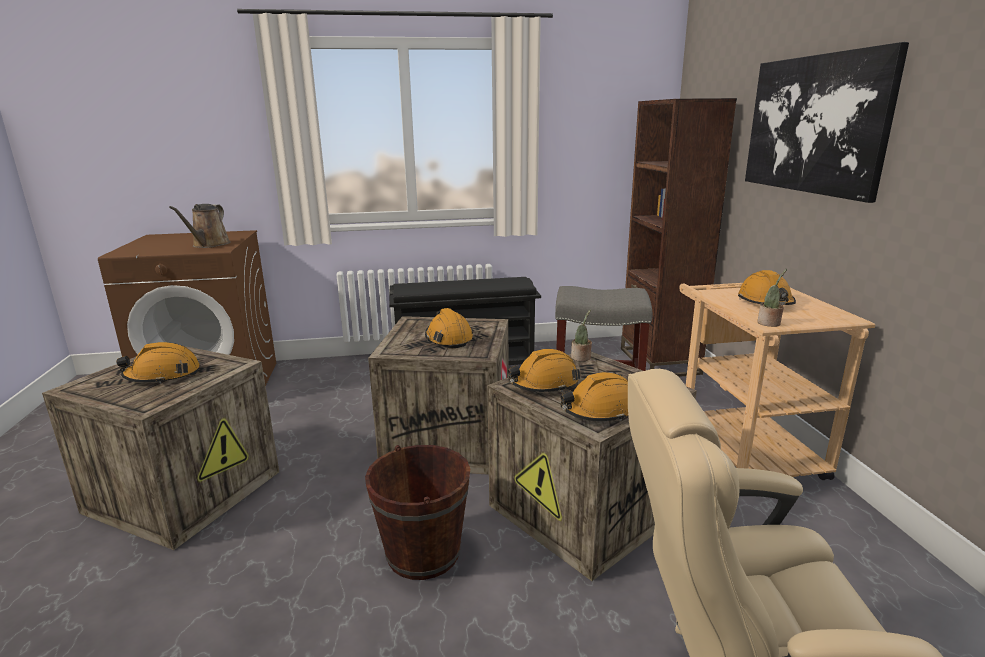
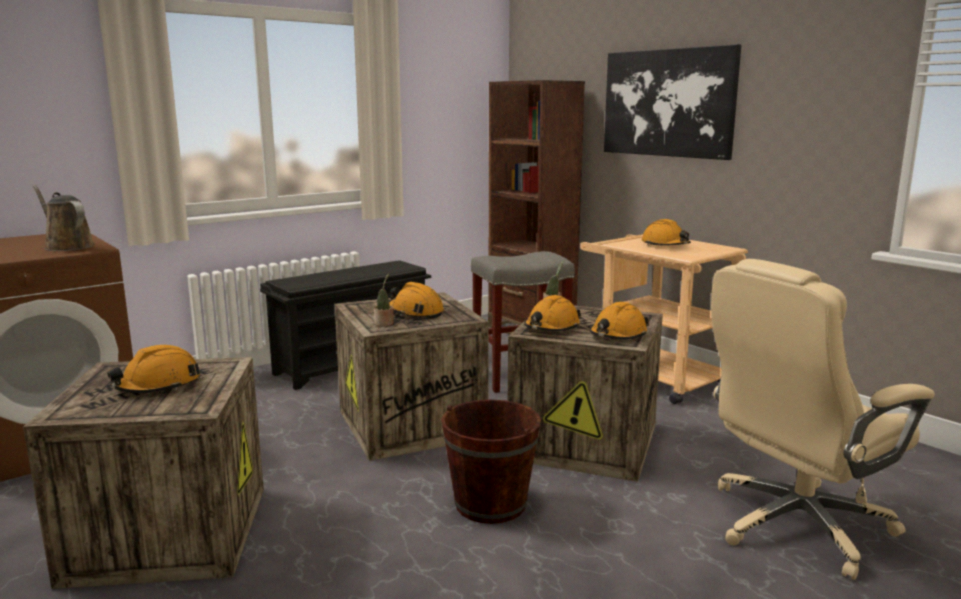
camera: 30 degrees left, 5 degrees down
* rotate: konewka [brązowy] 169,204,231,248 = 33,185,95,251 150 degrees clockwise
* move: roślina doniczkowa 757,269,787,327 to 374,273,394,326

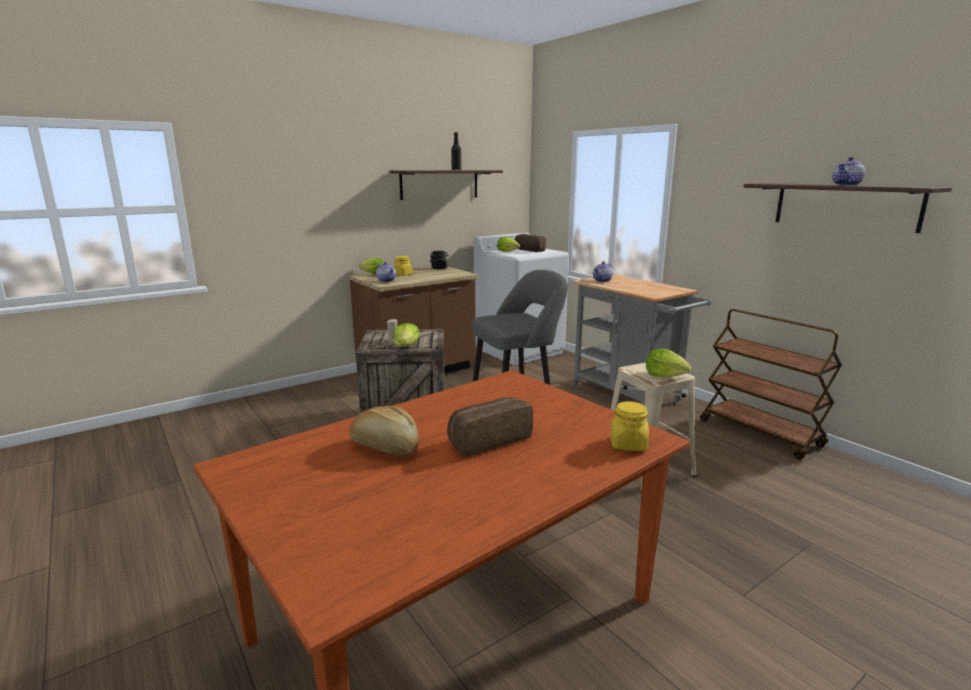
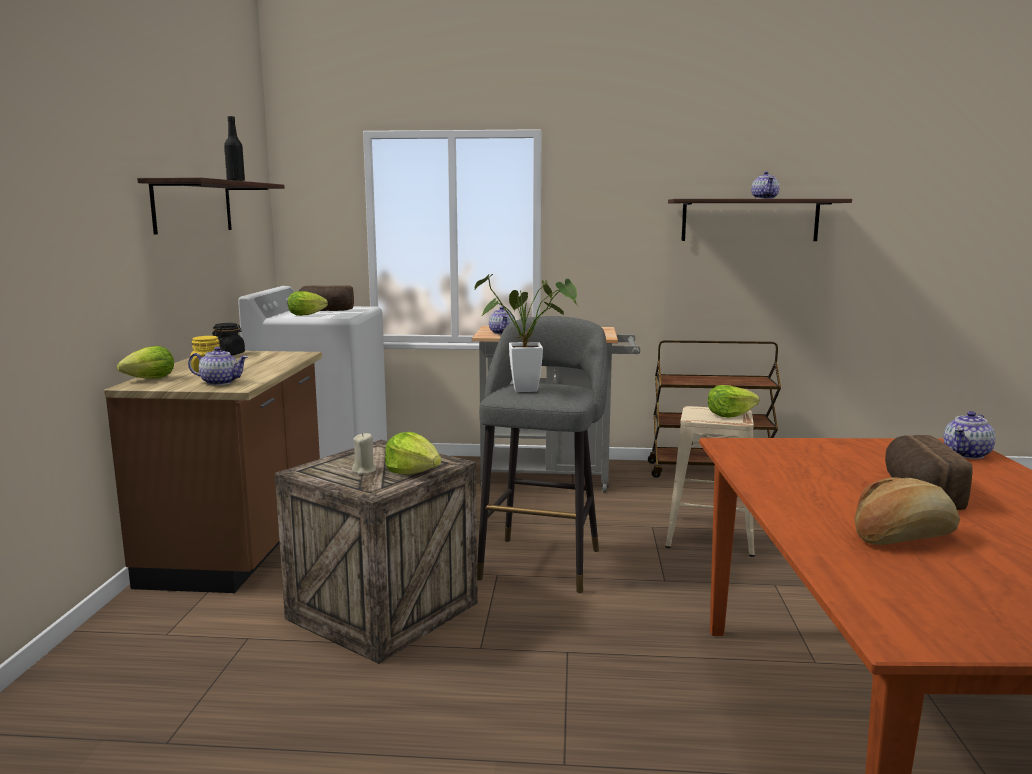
camera: 50 degrees left, 5 degrees down
* replace: słoik [żółty] 611,401,649,451 to imbryk 943,411,996,459
* insert: roślina doniczkowa 475,274,578,392

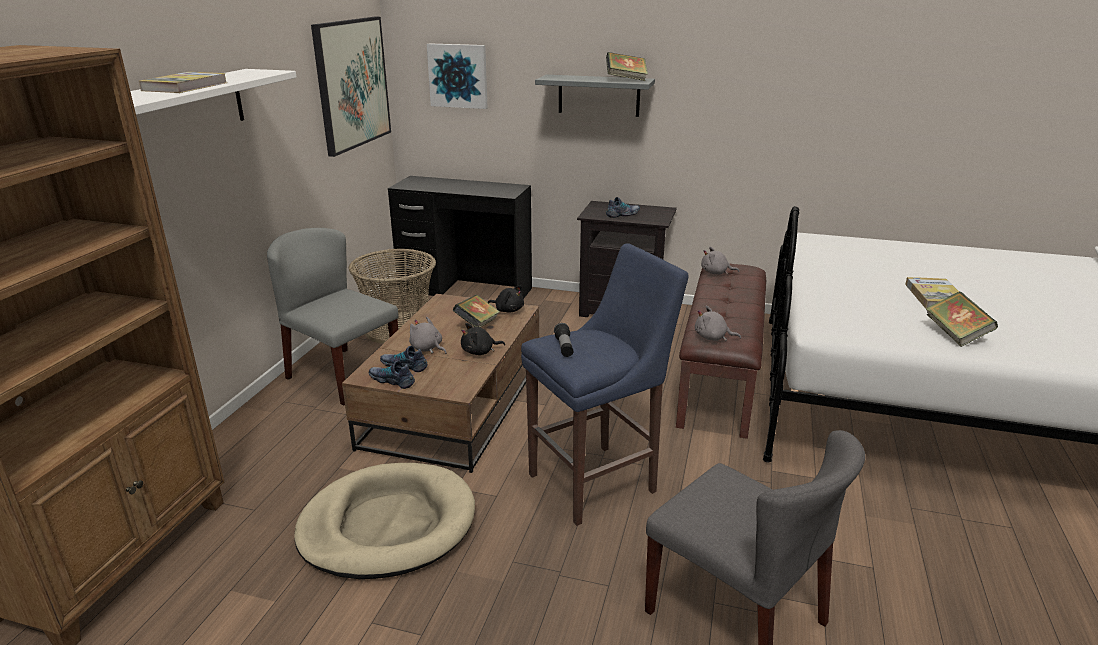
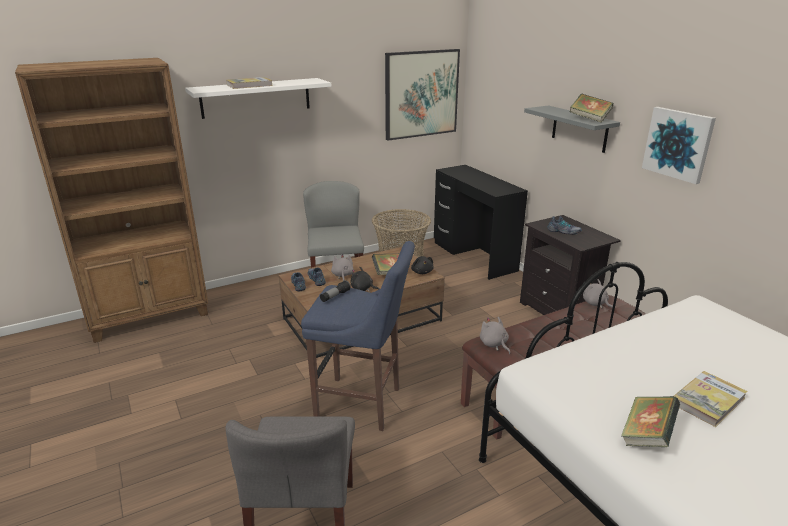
camera: 45 degrees right, 0 degrees up
* delete: legowisko [beżowy] 294,463,475,579
* move: obraz 427,43,488,109 to 642,107,716,184

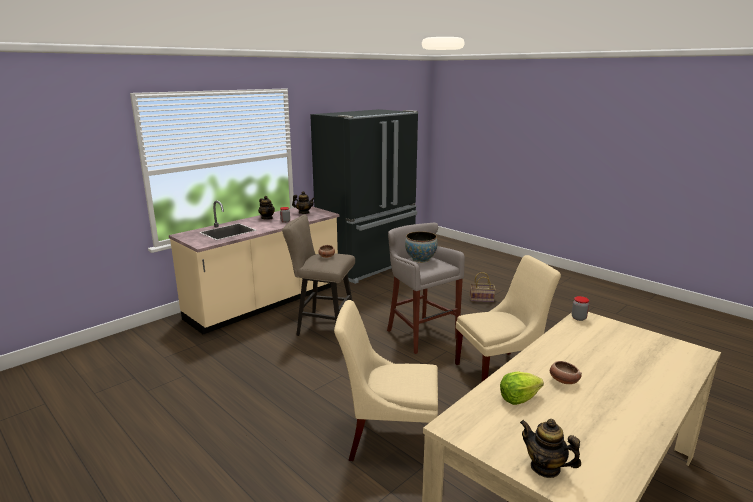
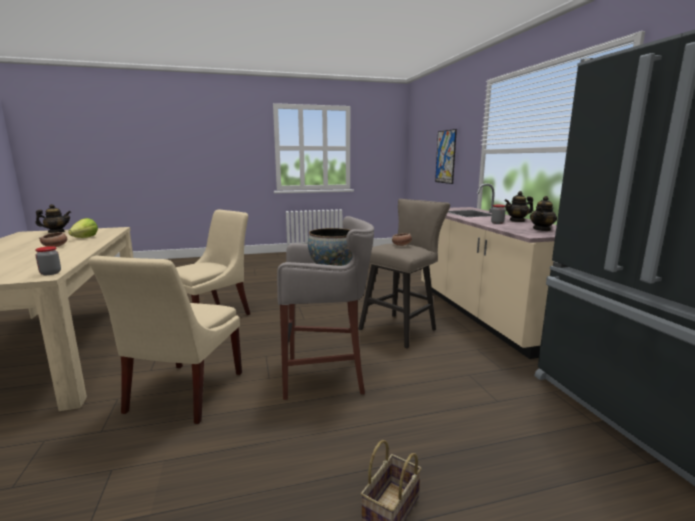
camera: 120 degrees right, 5 degrees down
* insert: obraz 435,129,457,184

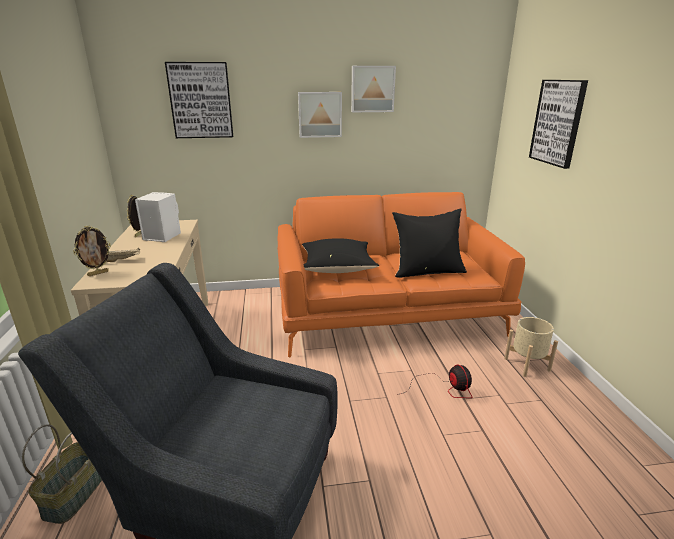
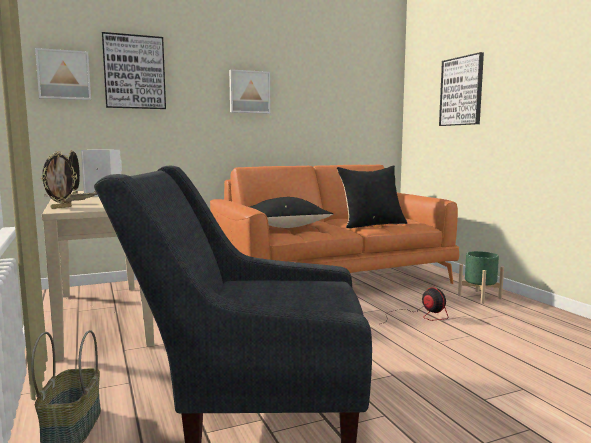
camera: 15 degrees left, 15 degrees down
* move: obraz 351,66,396,112 to 35,48,91,100
* recolor: donica [beżowy] 504,317,558,377 to donica [zielony] 458,251,504,304

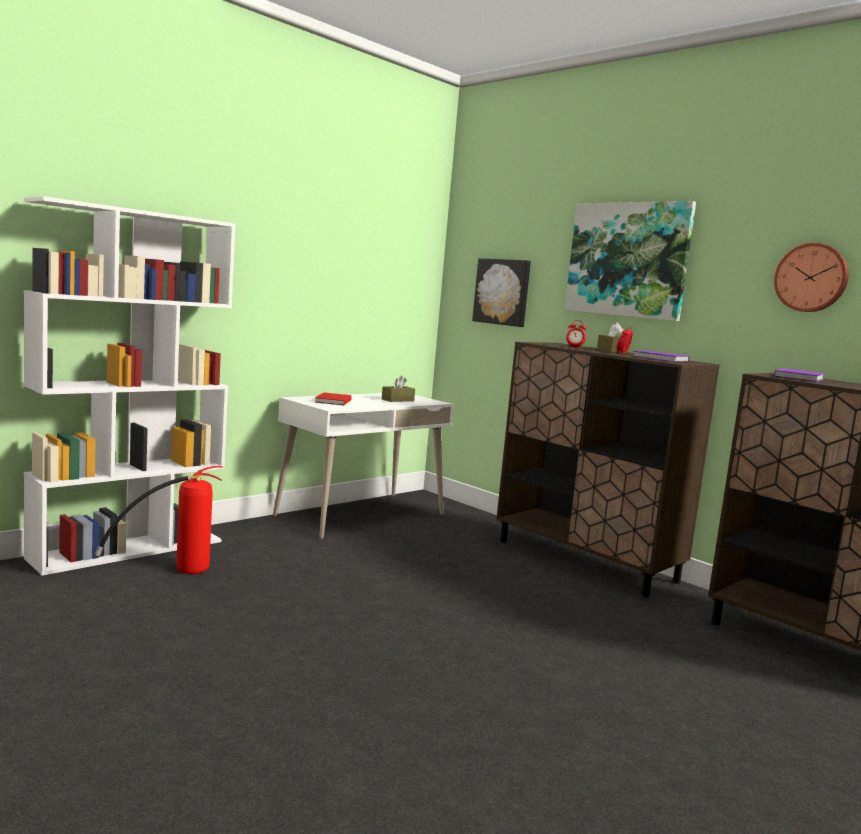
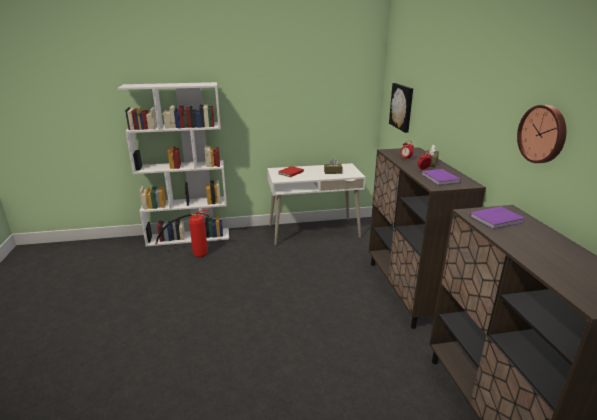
camera: 35 degrees right, 15 degrees up
* delete: obraz 564,201,696,321

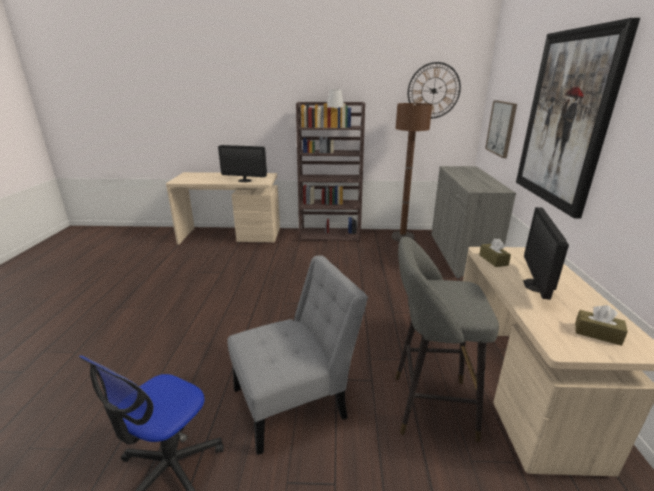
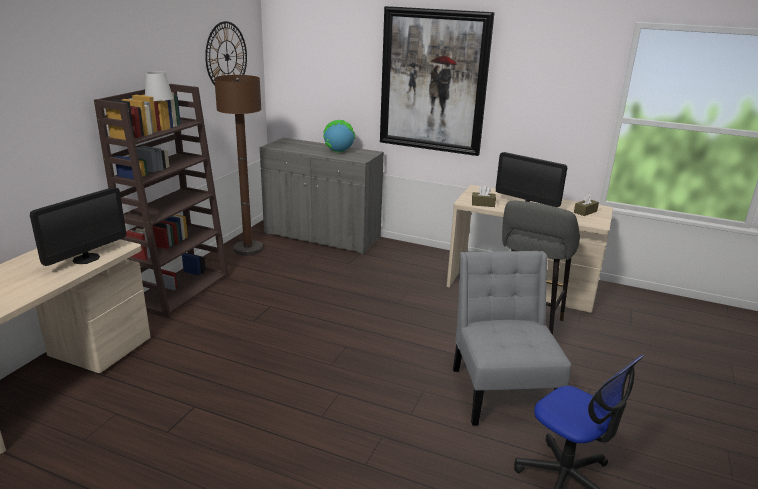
camera: 70 degrees left, 0 degrees up
* delete: obraz 485,100,517,158
* insert: globus 323,120,355,152

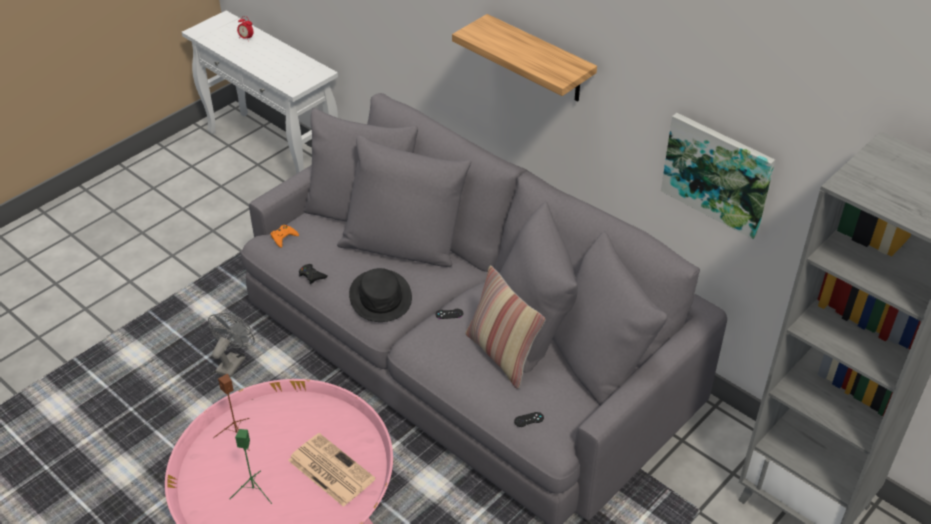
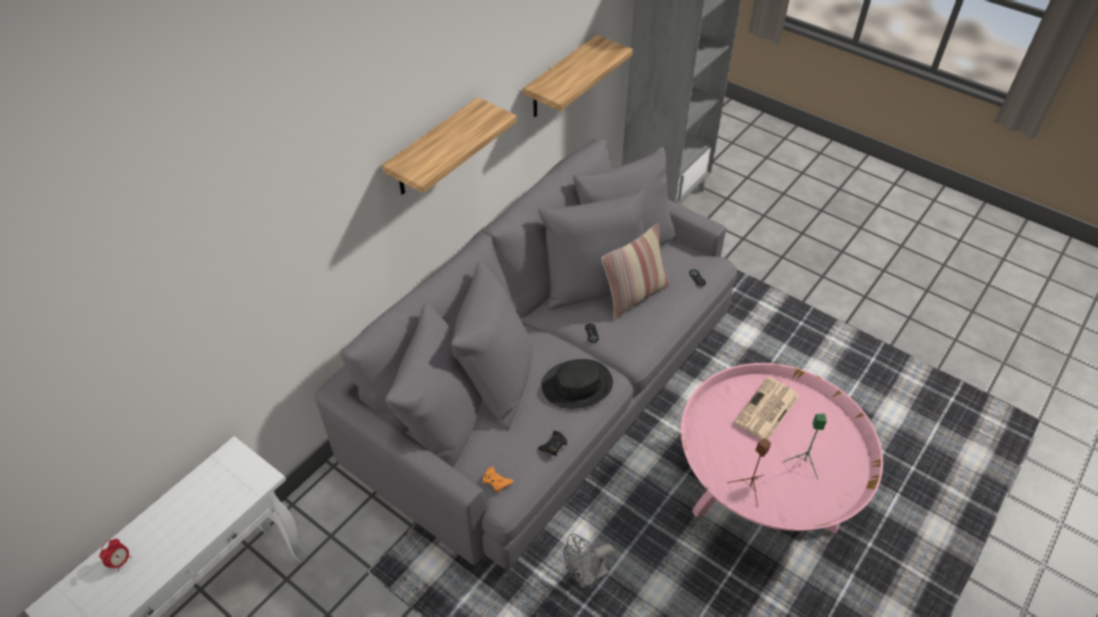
camera: 95 degrees left, 5 degrees up
* rotate: wentylator [szary] 208,313,255,378 = 564,534,613,588 45 degrees counterclockwise
* replace: obraz 661,113,775,239 to półka 523,35,633,117

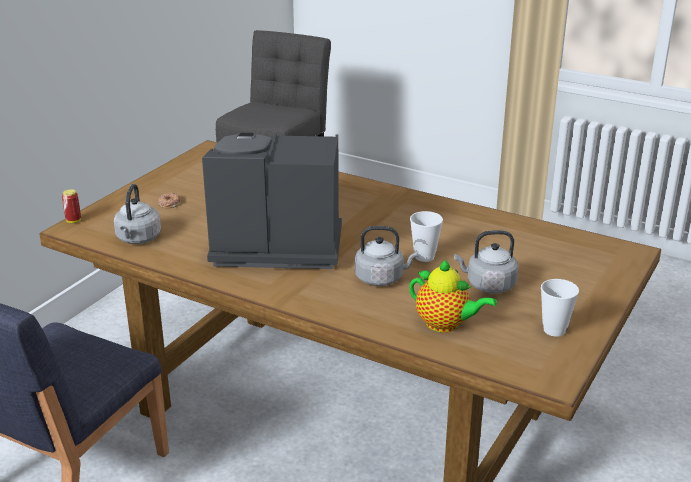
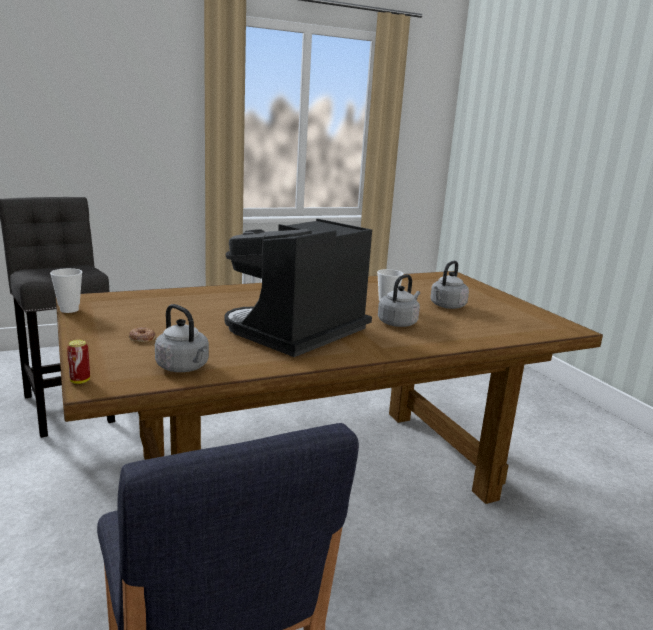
camera: 55 degrees left, 10 degrees down
* delete: imbryk 409,260,497,333
* move: filiżanka 541,279,579,337 to 50,268,82,313

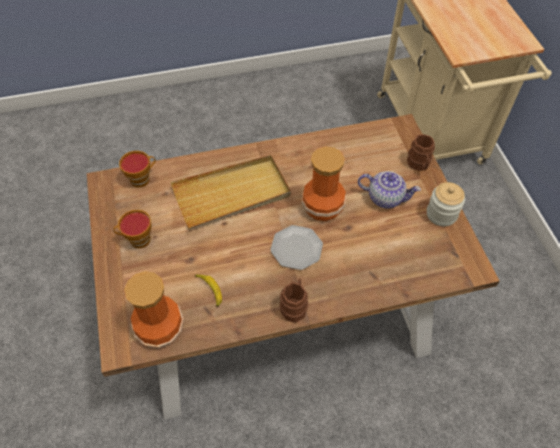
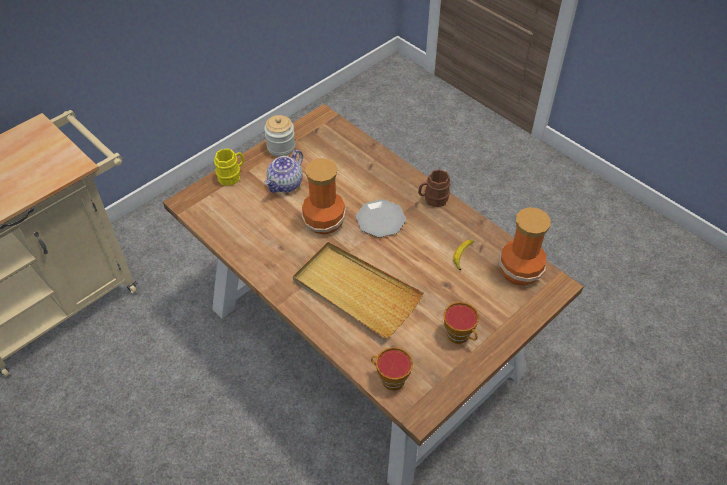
camera: 120 degrees left, 5 degrees down
* rotate: imbryk 358,171,421,208 = 264,150,303,193 135 degrees counterclockwise
* recolor: kubek [brązowy] 407,134,435,171 to kubek [żółty] 214,149,244,186

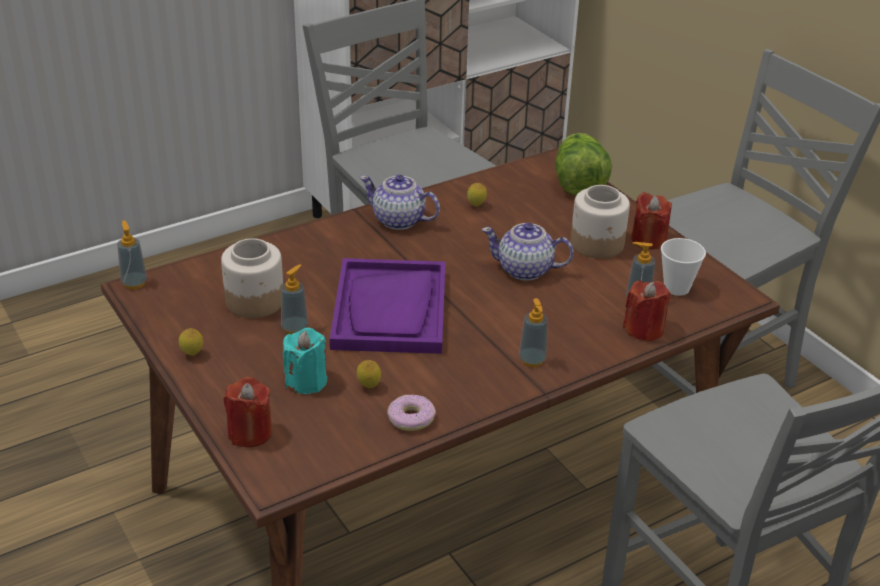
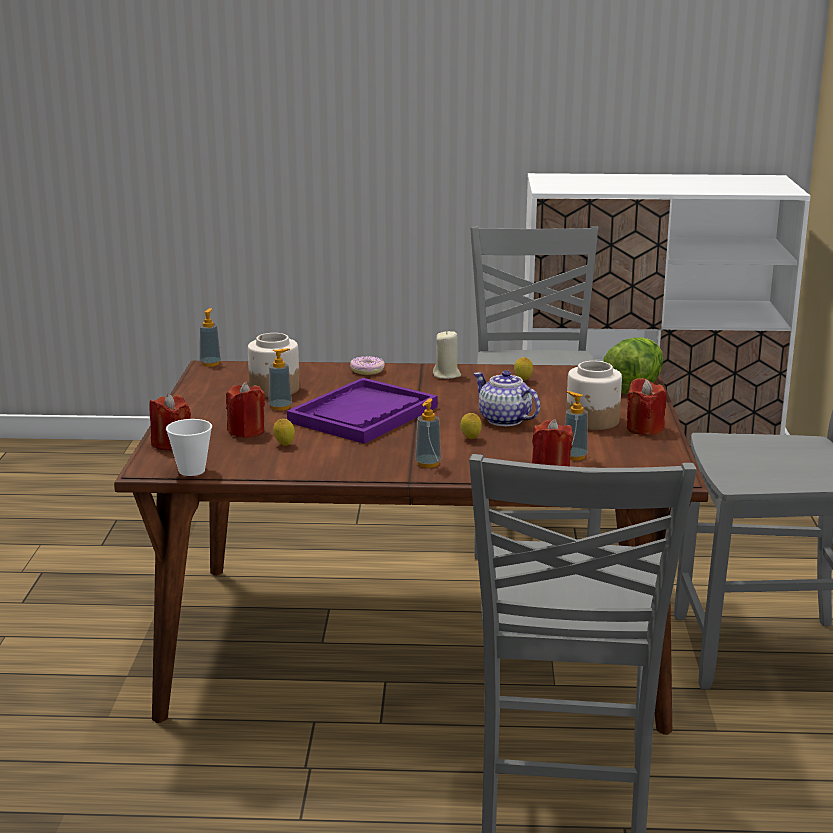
camera: 35 degrees right, 15 degrees down
* move: cytryna 179,328,203,356 to 460,413,482,439
* recolor: świeca [turkusowy] 283,327,327,394 to świeca [czerwony] 226,382,265,438
* replace: imbryk 359,174,440,230 to świeca [beżowy] 433,330,461,379
* move: donut 387,395,436,431 to 350,356,385,375
* move: filiżanka 661,238,706,296 to 166,419,212,476

